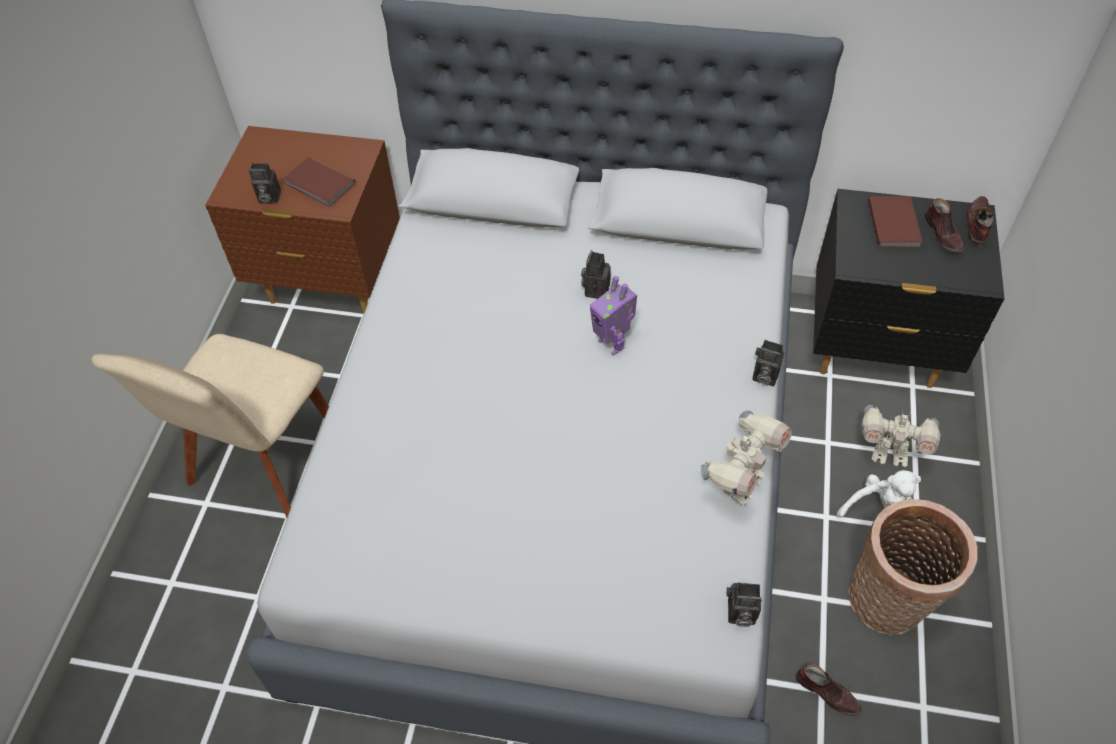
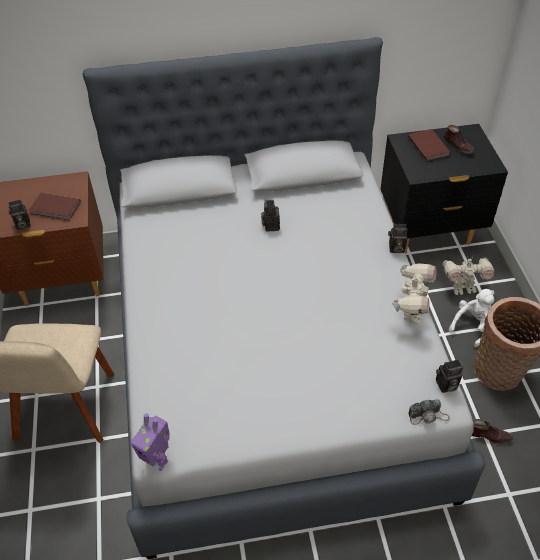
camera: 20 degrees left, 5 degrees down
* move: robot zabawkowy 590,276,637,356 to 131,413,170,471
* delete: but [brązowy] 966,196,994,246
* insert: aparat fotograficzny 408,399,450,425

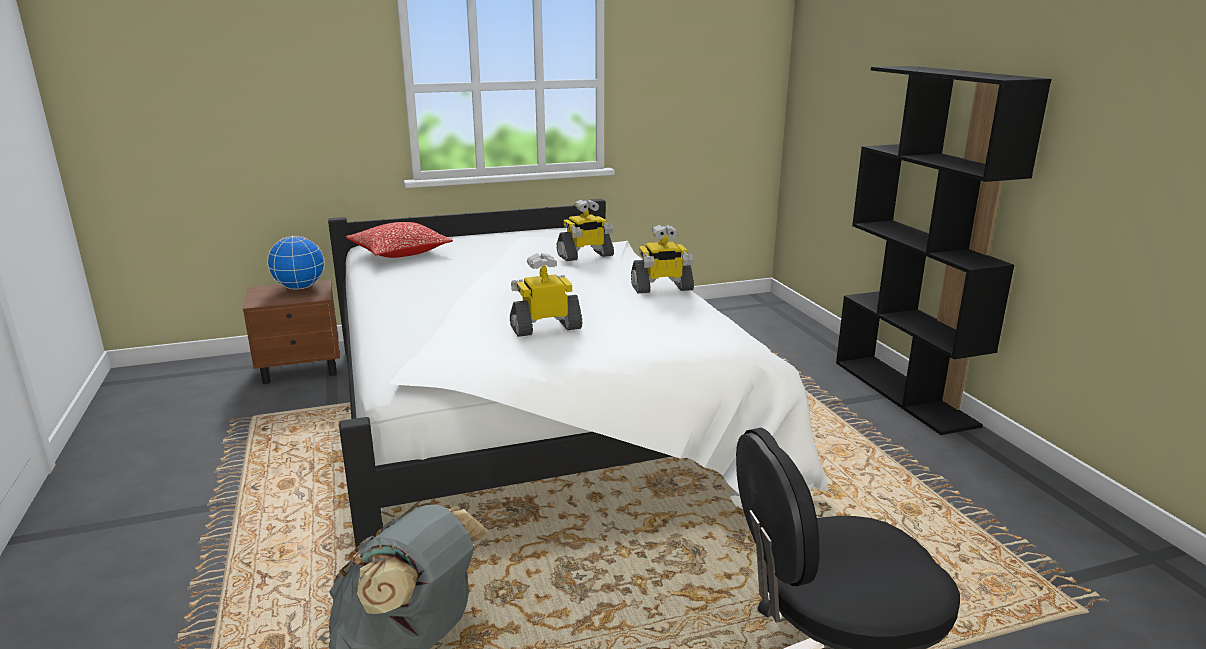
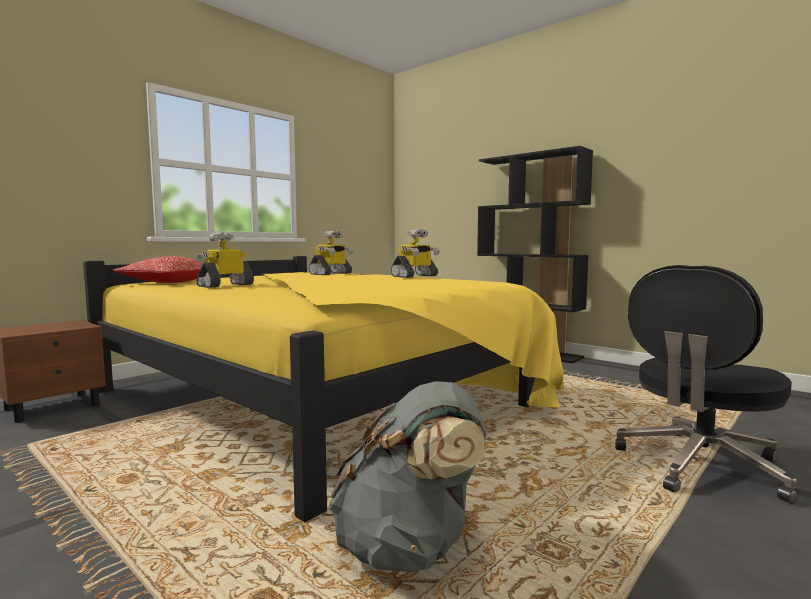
camera: 30 degrees left, 15 degrees down
* delete: globus 267,236,325,289
* recolor: łóżko [biały] 328,199,828,547 to łóżko [żółty] 83,256,564,522
* move: robot zabawkowy 510,253,582,337 to 196,232,254,288

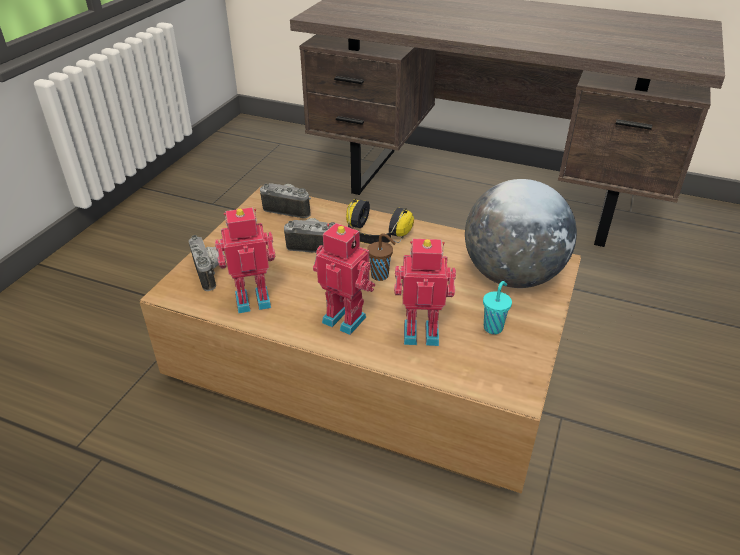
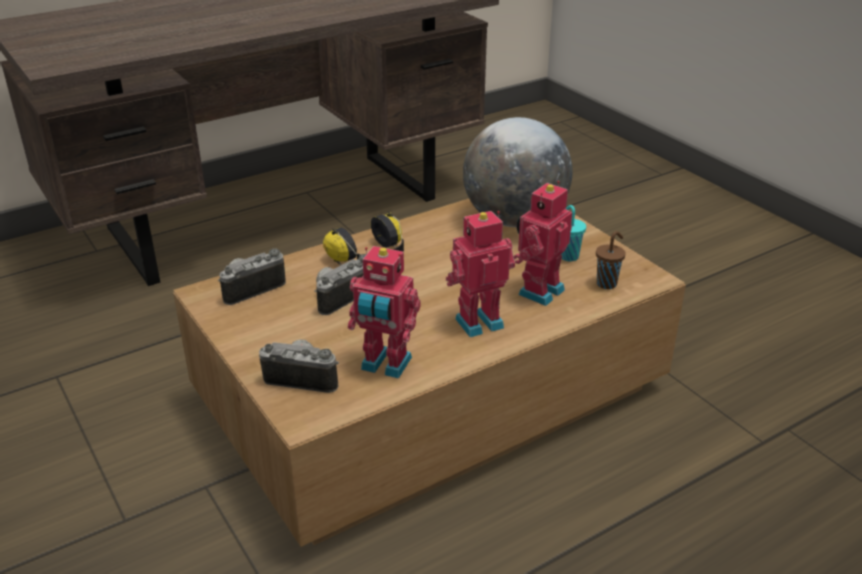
camera: 55 degrees left, 5 degrees down
* rotate: robot zabawkowy 215,207,275,314 = 348,246,421,379 90 degrees counterclockwise
* move: filiżanka [brązowy] 367,233,396,281 to 596,231,626,289

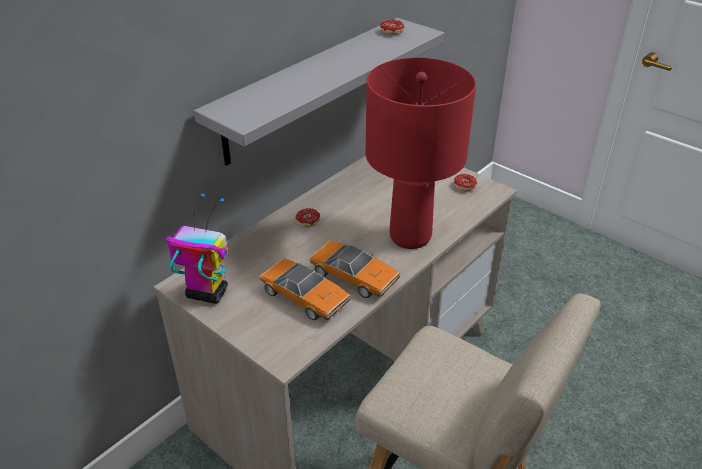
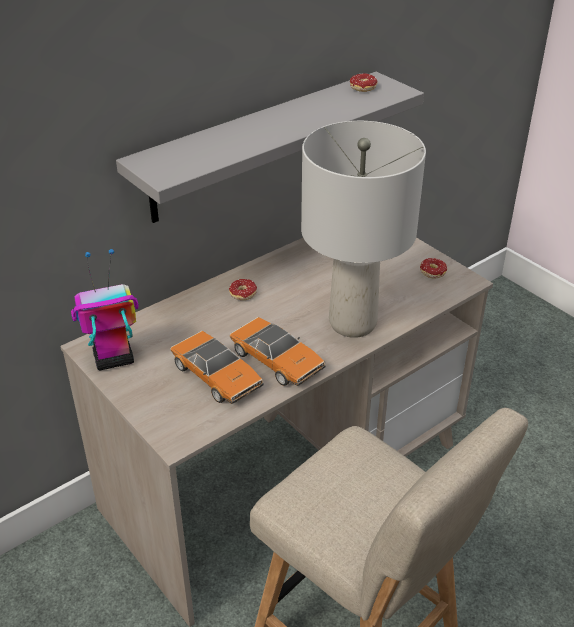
camera: 10 degrees right, 0 degrees up
* rotate: robot zabawkowy 166,194,228,304 = 71,249,139,370 45 degrees counterclockwise
* recolor: lampa stołowa [czerwony] 366,58,476,249 to lampa stołowa [szary] 301,121,426,338

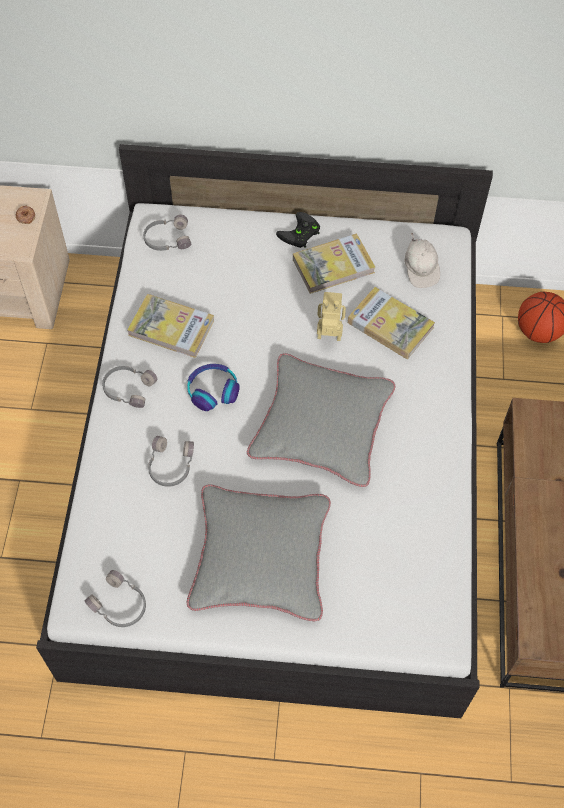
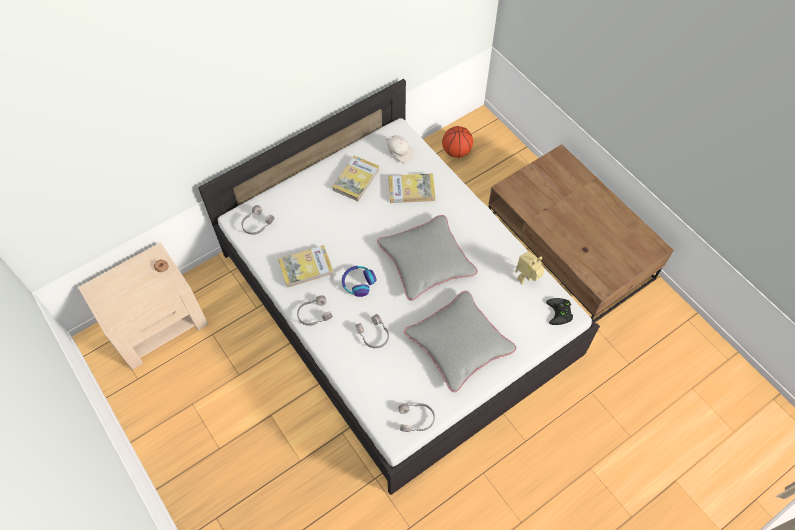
camera: 40 degrees left, 0 degrees up
* move: pad do gier [czarny] 276,212,320,248 to 546,298,573,325
* move: robot zabawkowy 317,292,346,341 to 515,251,545,285

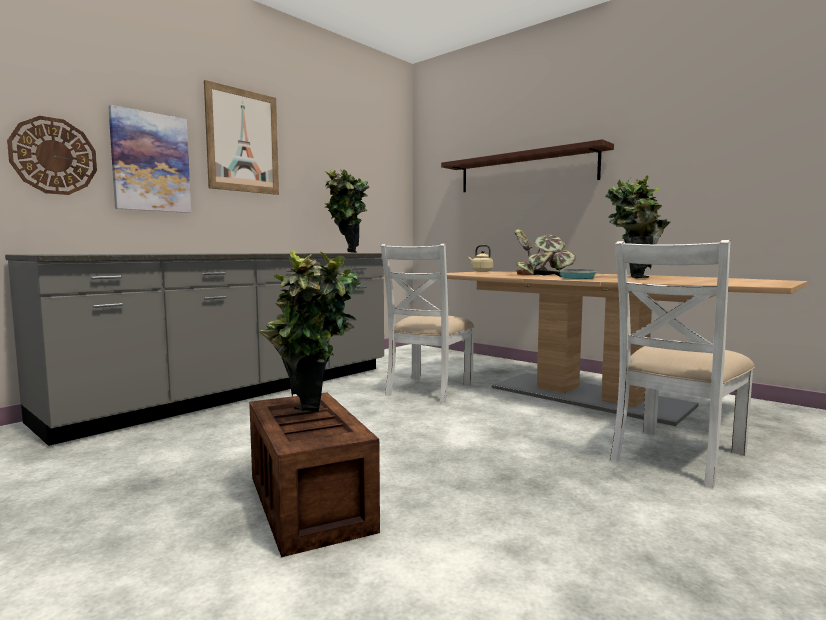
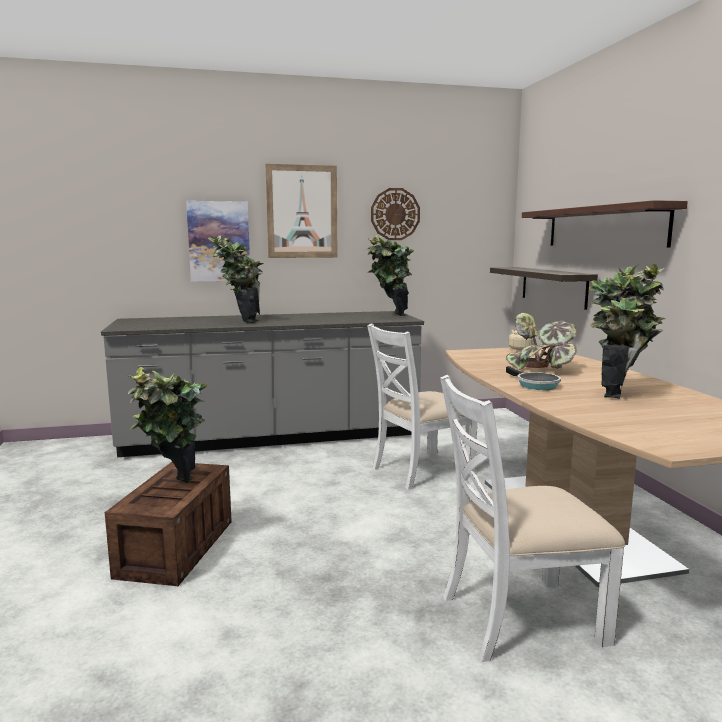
camera: 35 degrees right, 5 degrees up
* move: zegar ścienny 7,116,97,195 to 371,188,420,240
* insert: roślina doniczkowa 208,235,264,323
* insert: półka 490,267,598,310

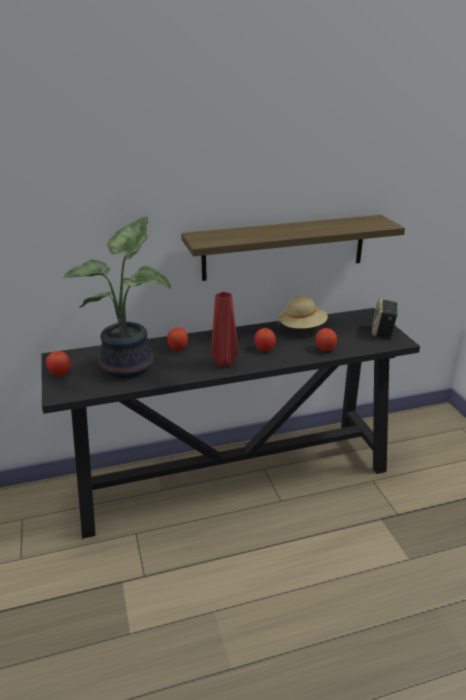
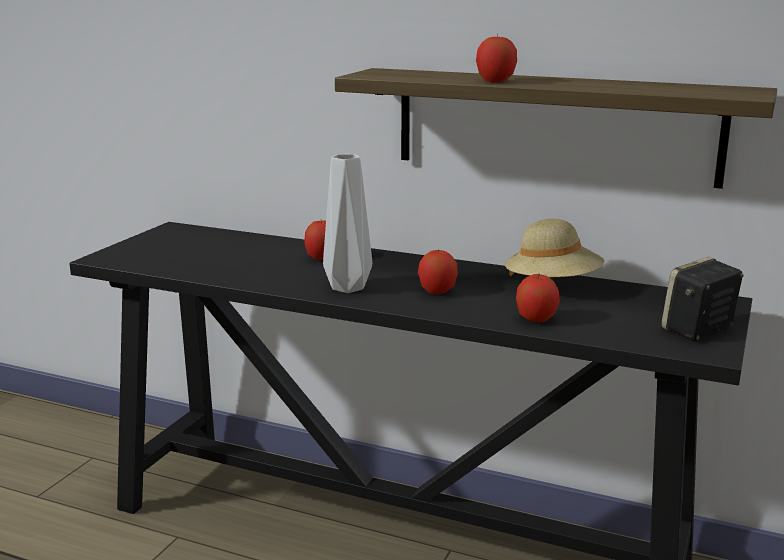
camera: 40 degrees right, 10 degrees down
* move: jabłko 46,351,70,376 to 476,33,517,83
* delete: roślina doniczkowa 63,217,171,378
* recolor: wazon [czerwony] 211,292,239,367 to wazon [szary] 323,154,372,293

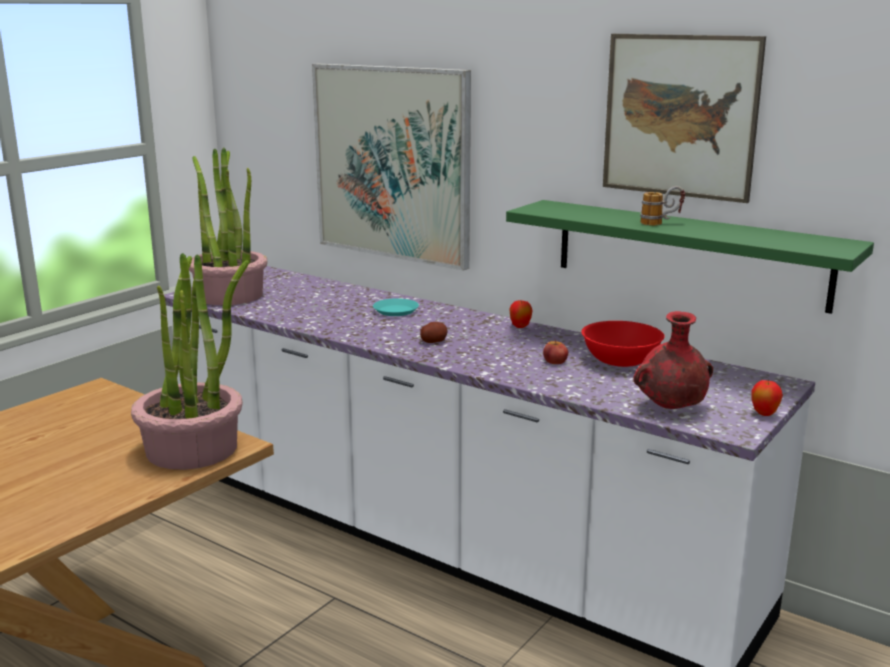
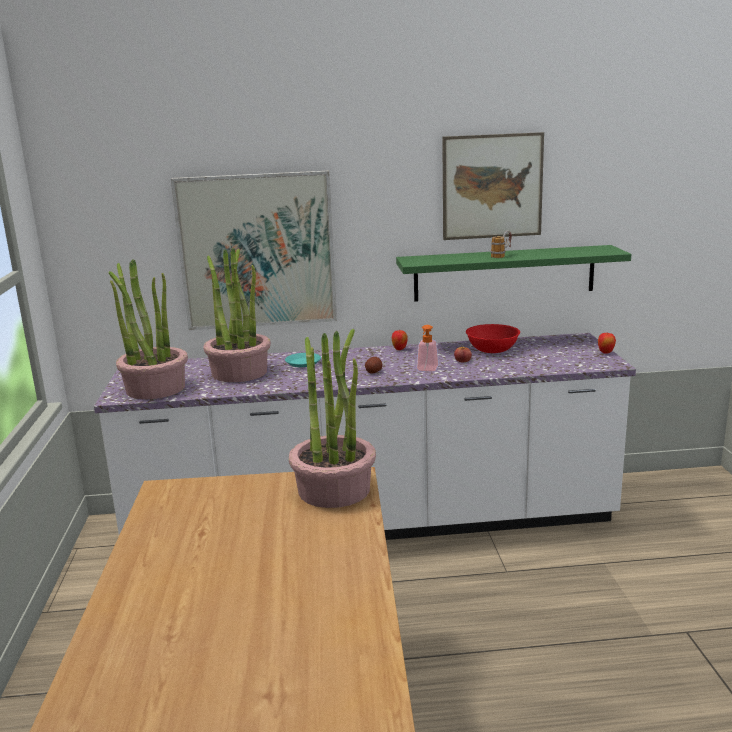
camera: 40 degrees left, 0 degrees up
* delete: wazon [czerwony] 633,311,713,409
* insert: roślina doniczkowa 204,248,271,382
* insert: dozownik mydła 417,325,439,372

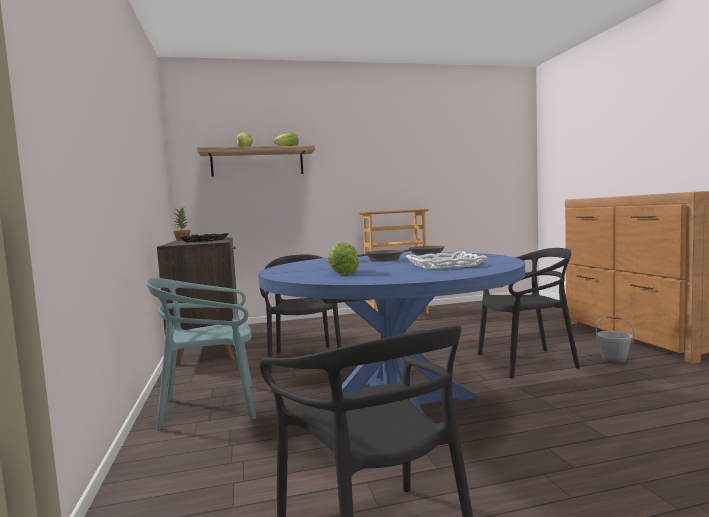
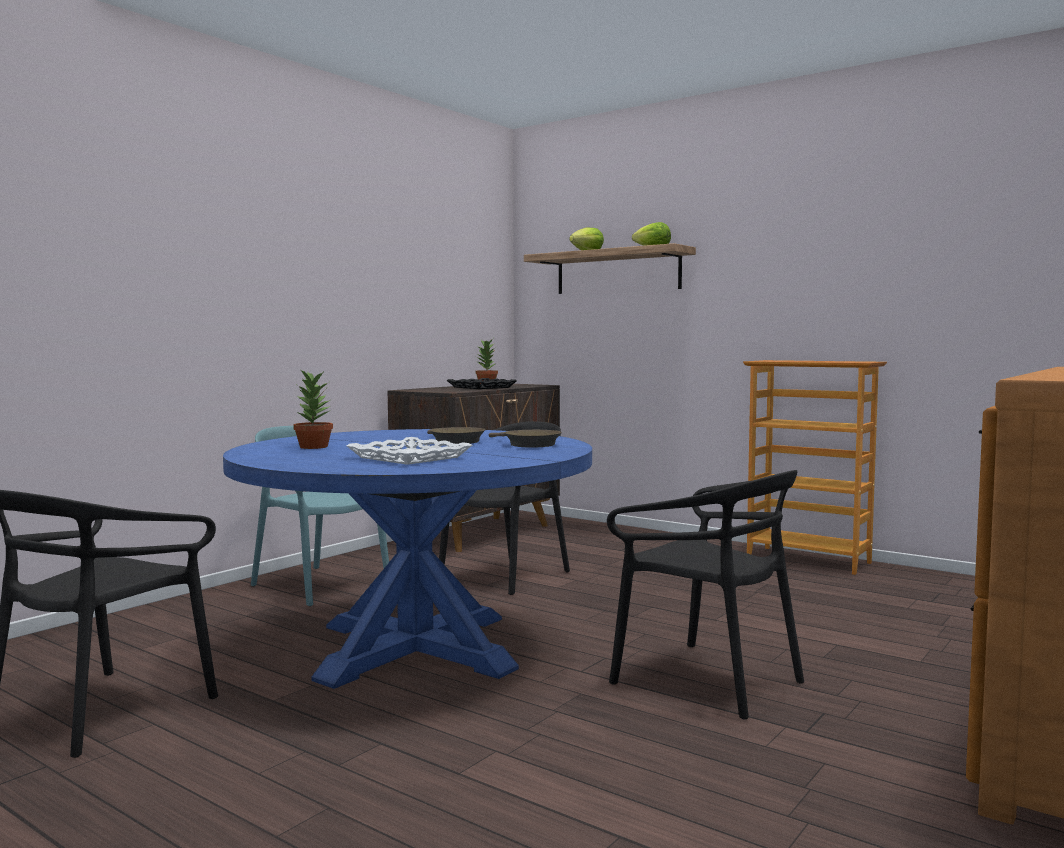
camera: 50 degrees right, 0 degrees up
* replace: sałata 328,242,359,274 to roślina doniczkowa 293,368,333,449
* delete: wiadro [szary] 596,316,634,364

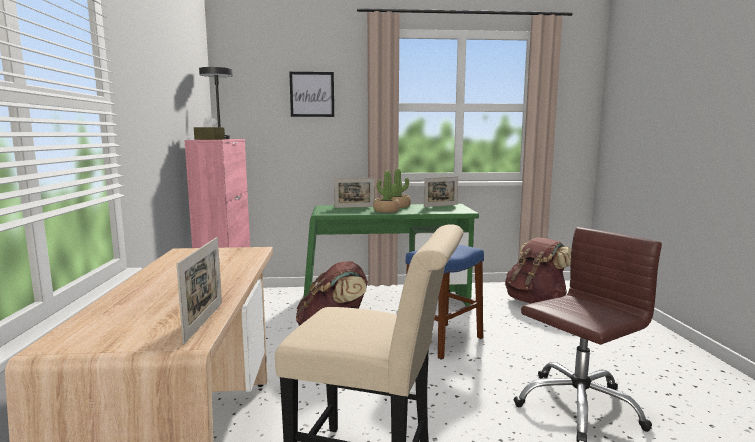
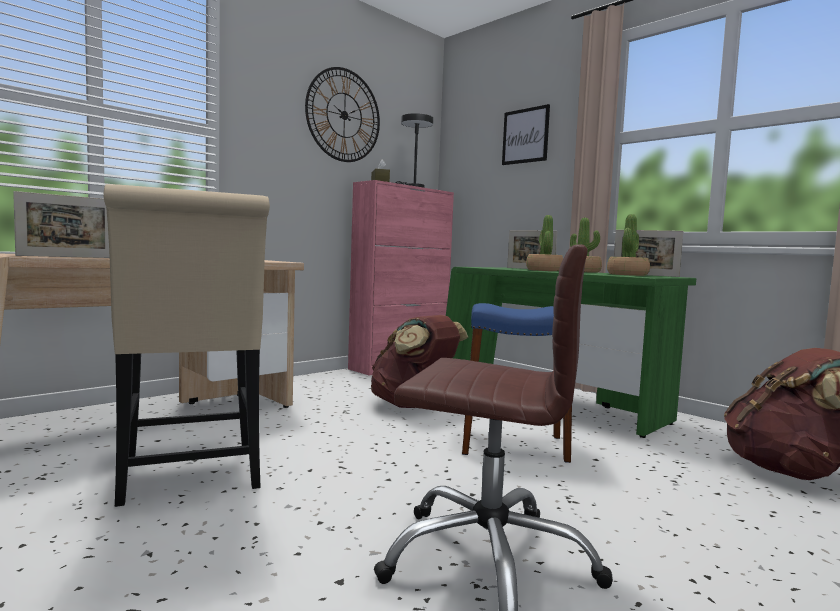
camera: 50 degrees right, 5 degrees down
* insert: zegar ścienny 305,67,380,162
* insert: roślina doniczkowa 607,214,650,276

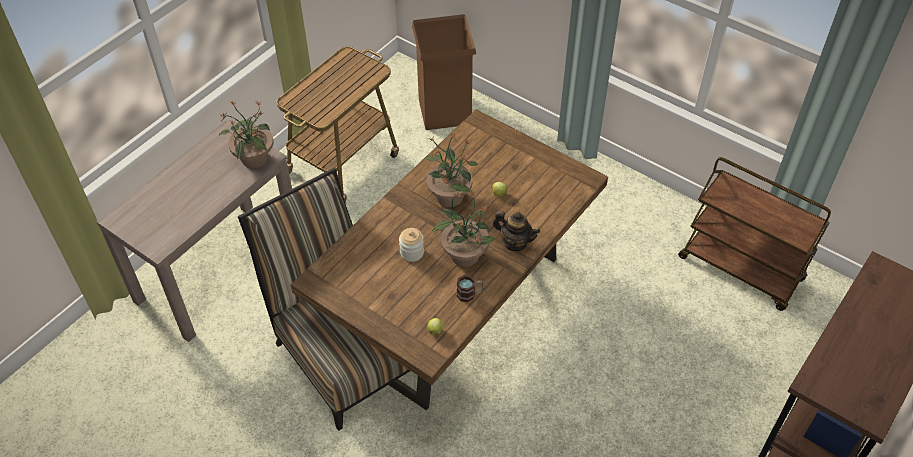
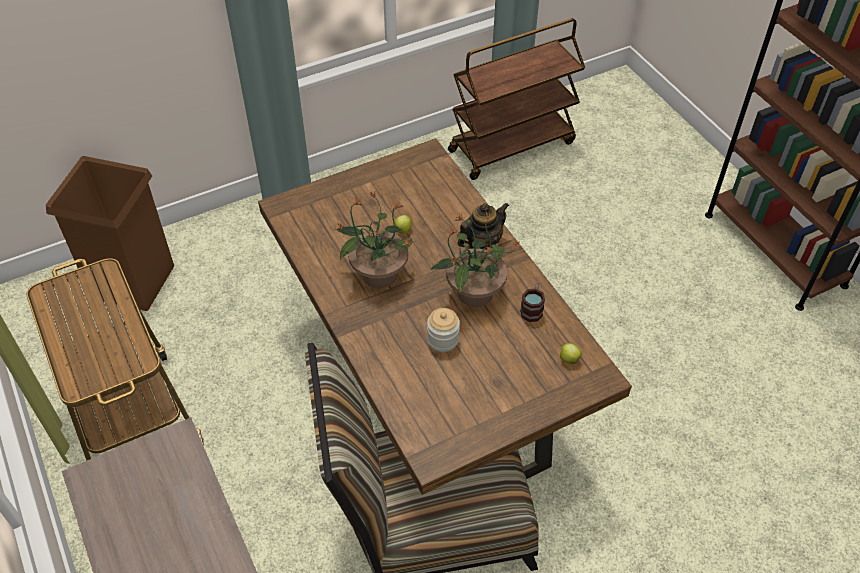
camera: 65 degrees left, 0 degrees up
* delete: roślina doniczkowa 219,100,274,168

